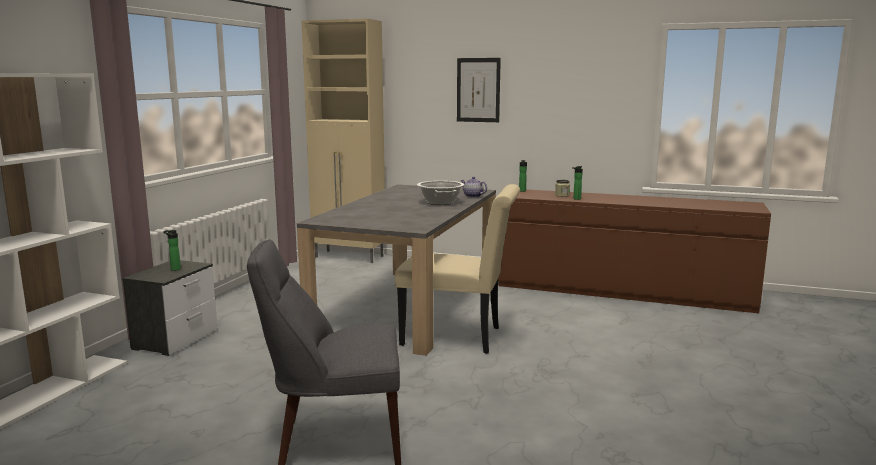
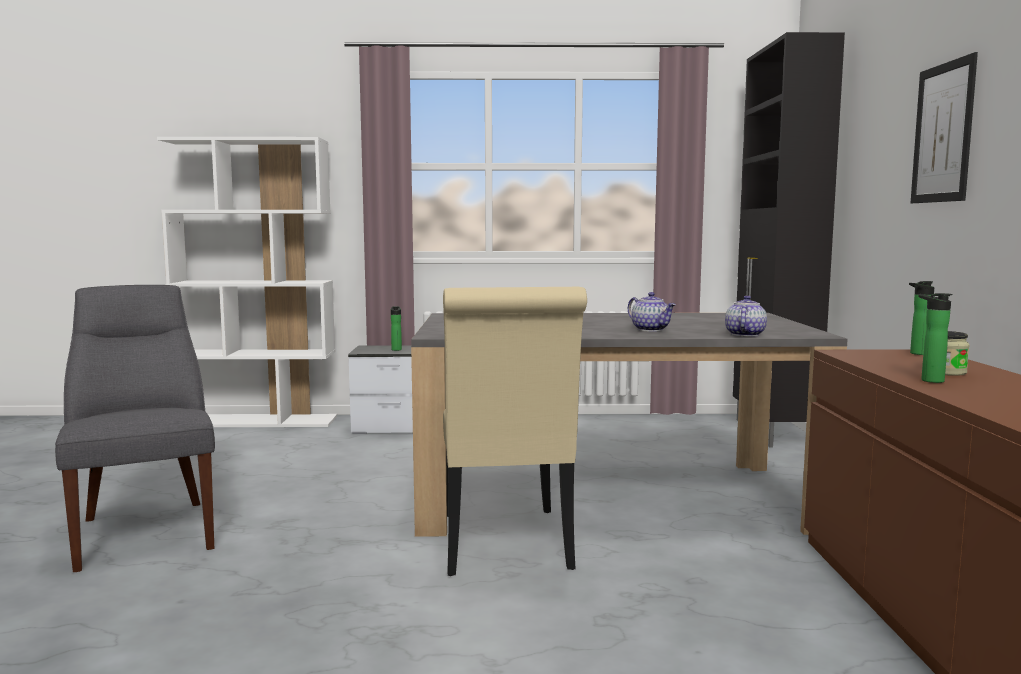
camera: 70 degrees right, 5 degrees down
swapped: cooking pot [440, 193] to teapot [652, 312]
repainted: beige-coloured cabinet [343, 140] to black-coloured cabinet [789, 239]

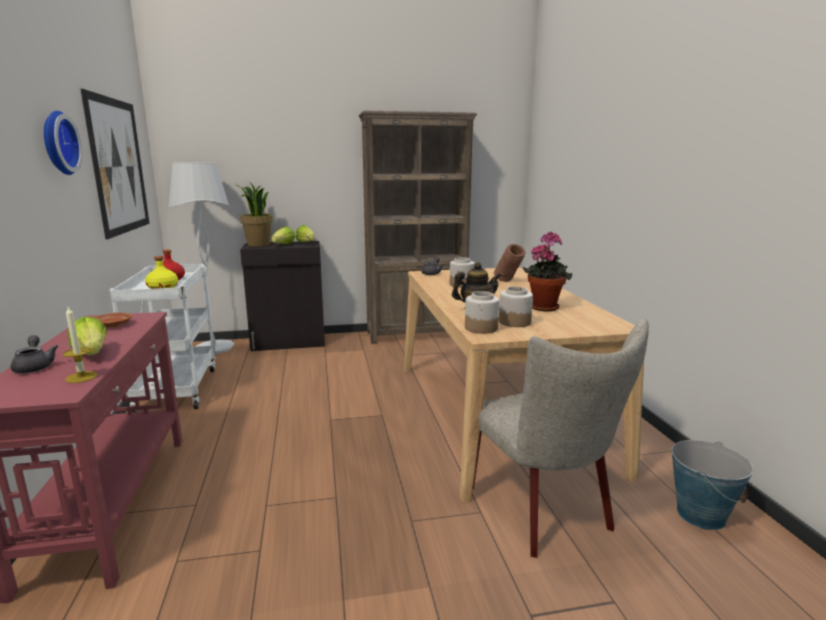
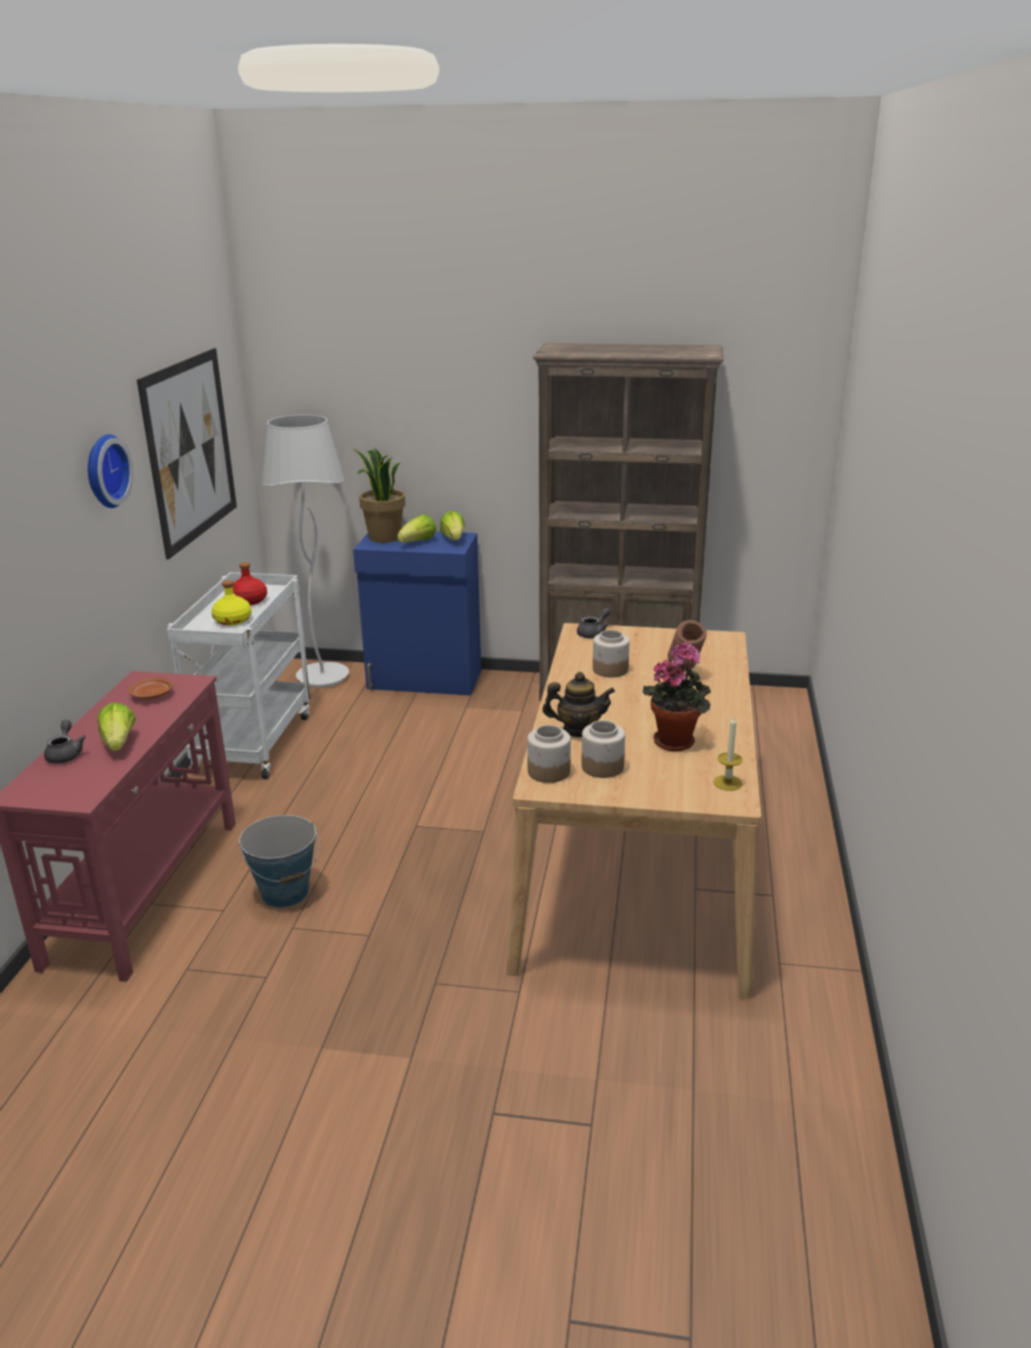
camera: 20 degrees right, 10 degrees up
gone: beige-coloured plain chair [561, 438]
shifted: candle [80, 345] to [728, 754]; pail [713, 485] to [279, 861]
repainted: black-coloured cabinet [282, 296] to blue cabinet [417, 613]

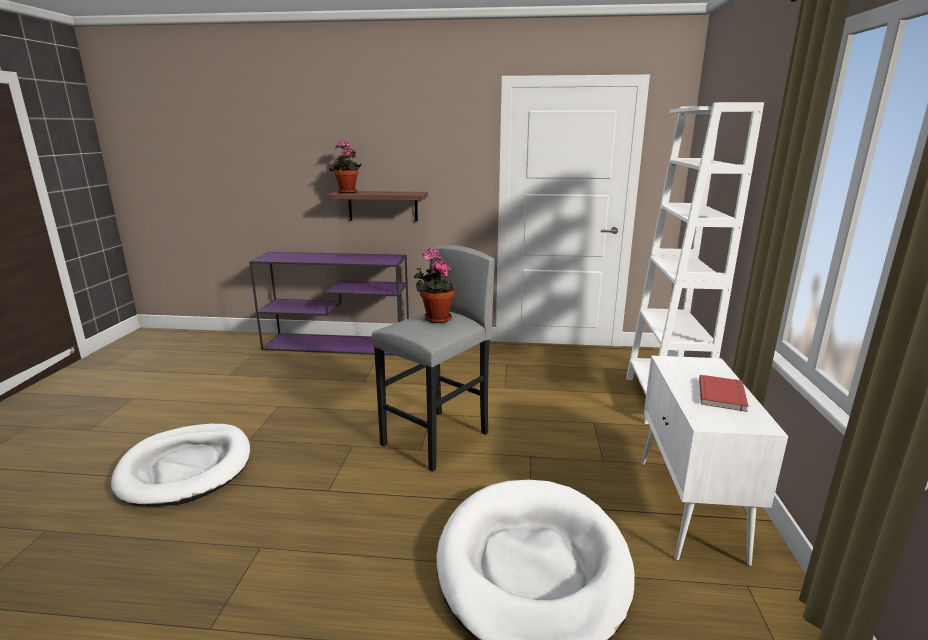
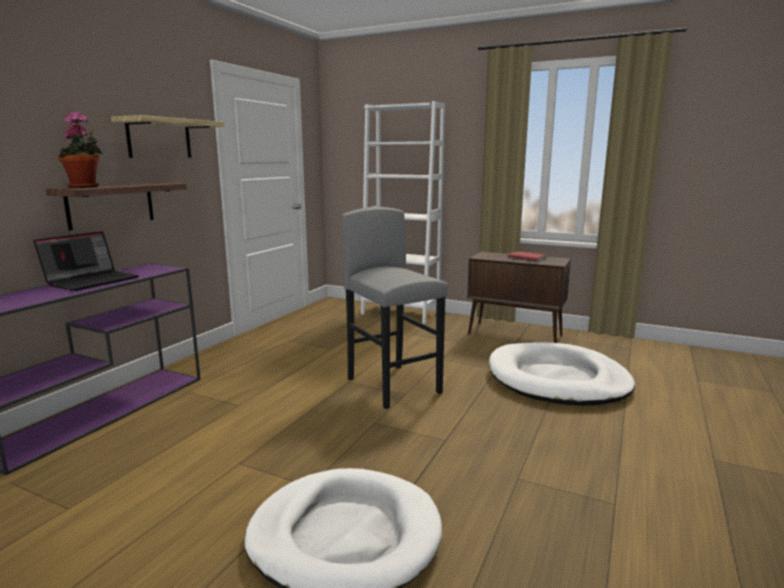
camera: 70 degrees left, 5 degrees down
gone: plant in a pot [434, 285]
new: notebook computer [86, 261]; bracket shelf [168, 136]
repainted: white-coloured cabinet [714, 460] to brownish cabinet [519, 297]

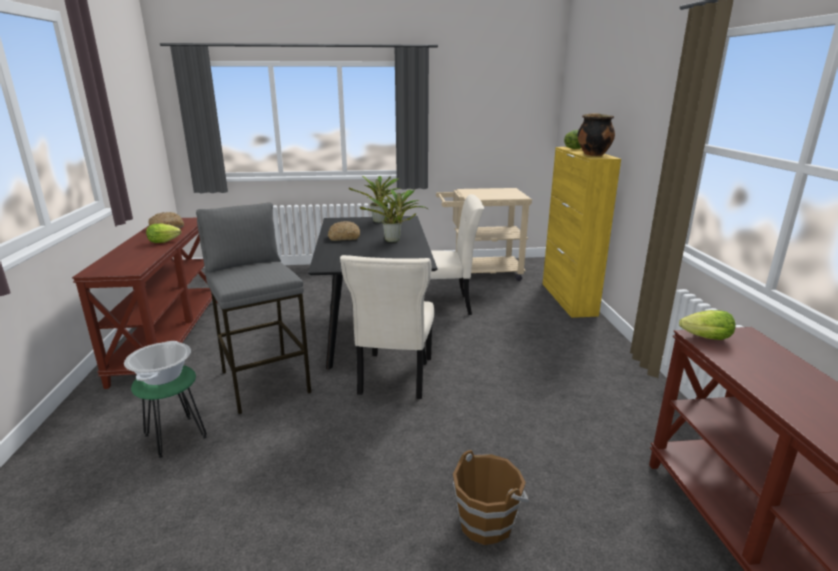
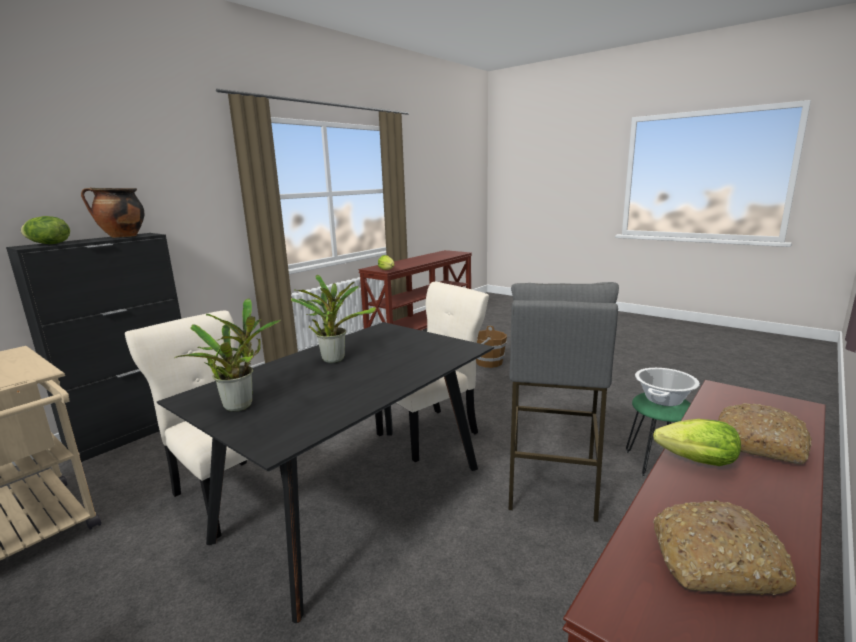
camera: 135 degrees left, 5 degrees down
shifted: bakery bread [344, 231] to [765, 433]
repainted: yellow-coloured cabinet [582, 232] to black-coloured cabinet [93, 347]

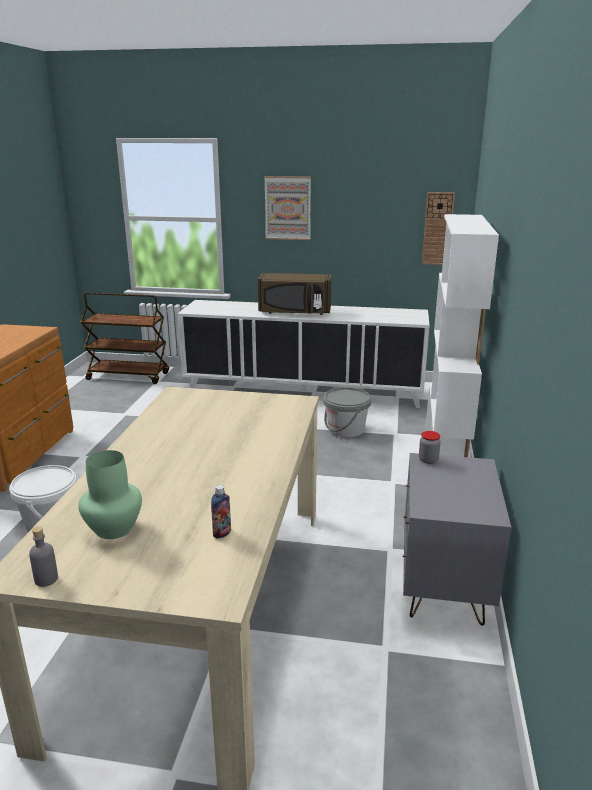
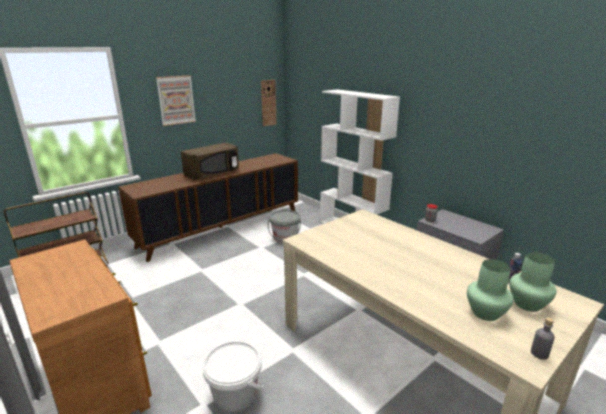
camera: 50 degrees left, 0 degrees up
new: greenish decorative vase [533, 282]
repainted: white-coloured cabinet [304, 354] to brownish cabinet [208, 207]

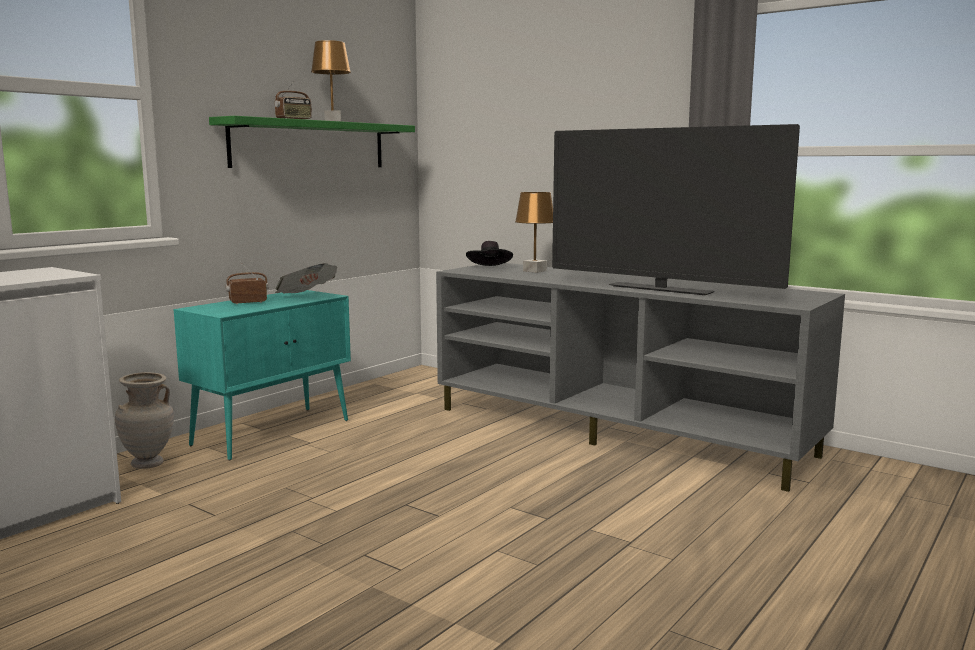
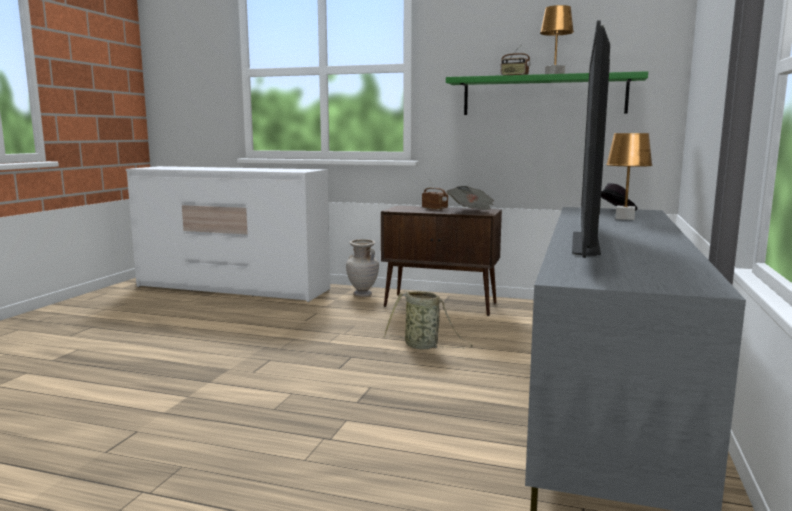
camera: 70 degrees right, 0 degrees up
new: basket [428, 320]
repainted: turquoise cabinet [262, 375] to brownish cabinet [441, 261]

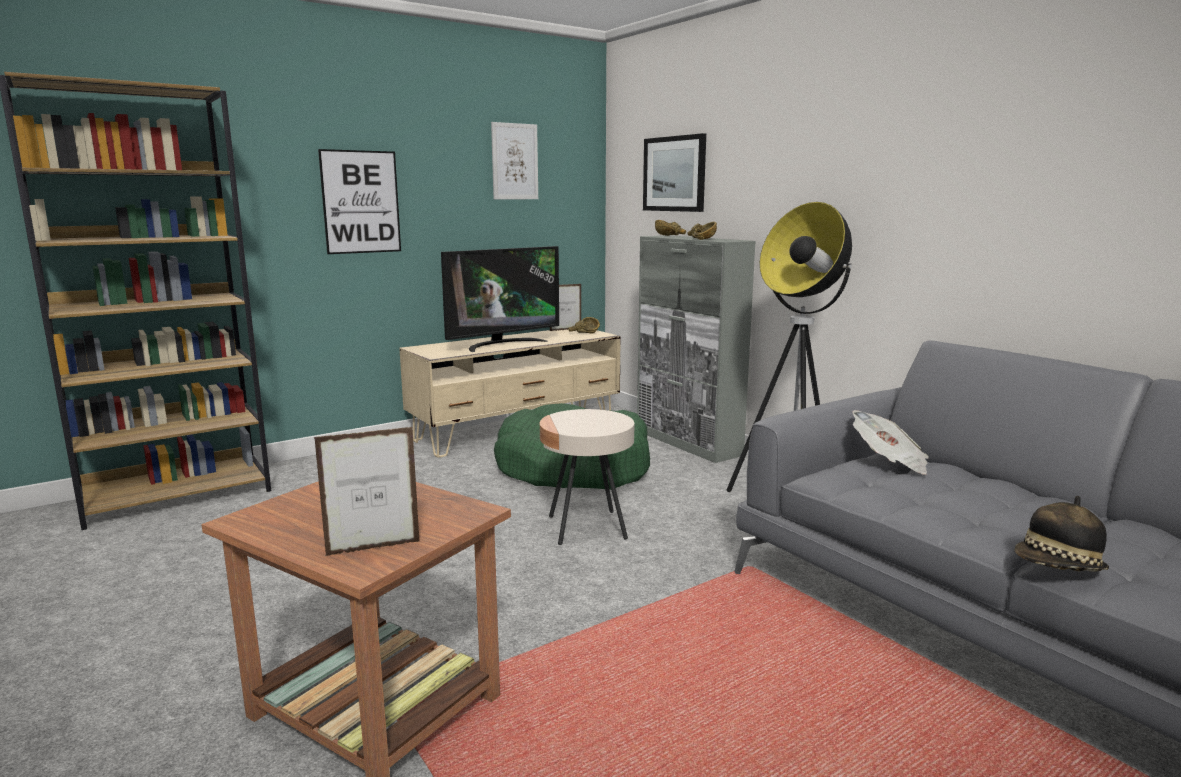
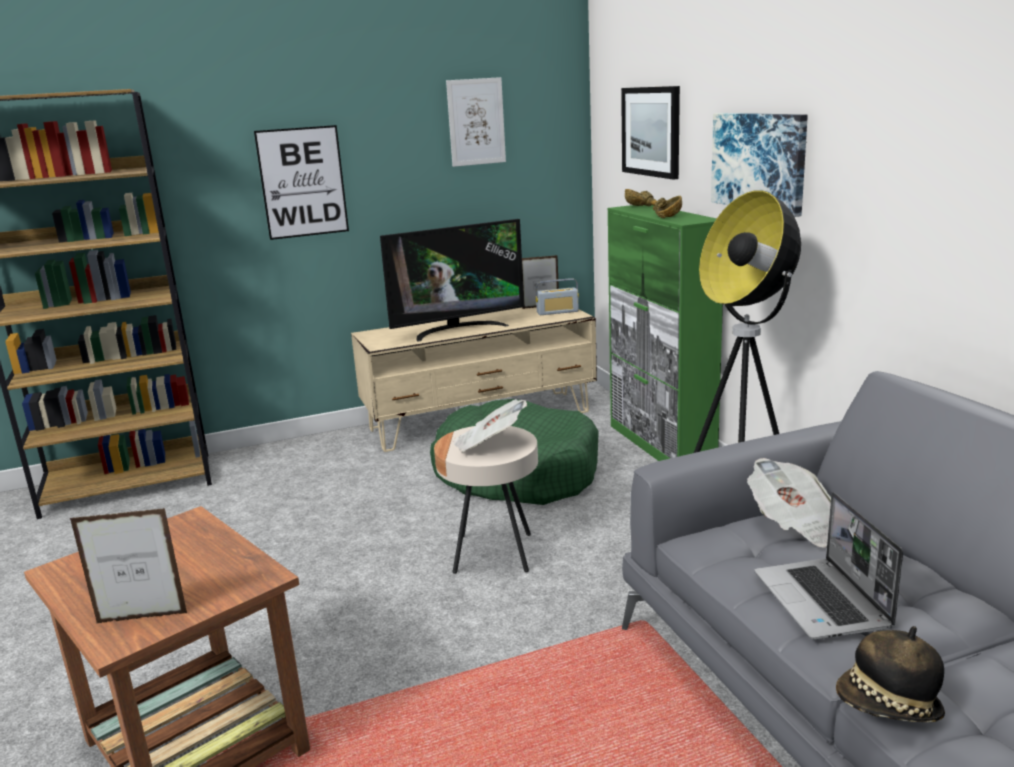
camera: 15 degrees right, 5 degrees up
new: newspaper [490, 426]; wall picture [759, 165]; notebook computer [828, 565]
swapped: brownish deep dish [584, 325] to radio [557, 296]
repainted: gray cabinet [696, 349] to greenish cabinet [665, 333]

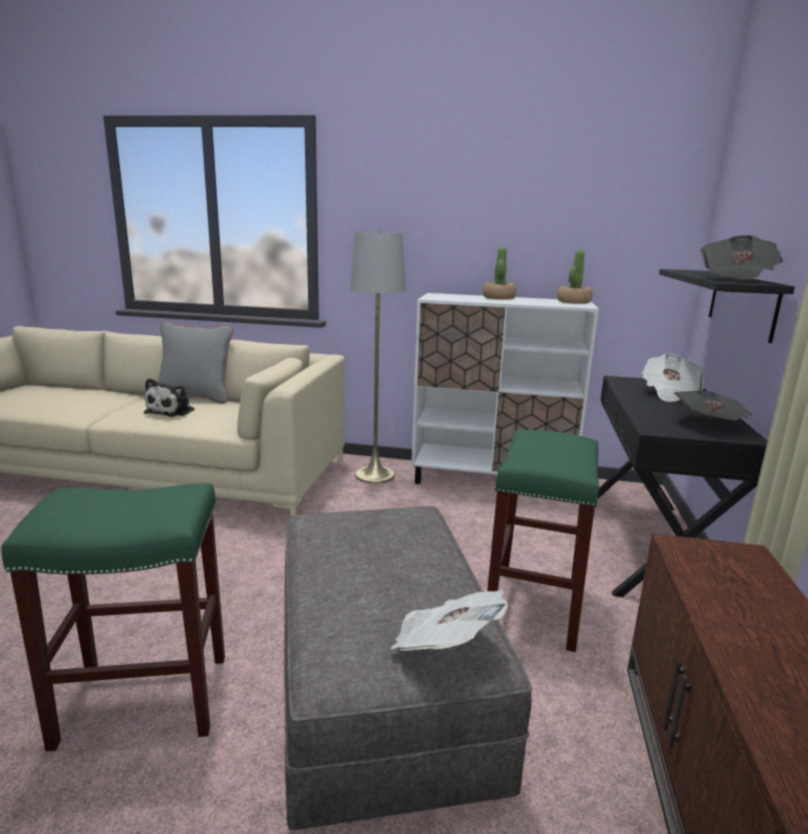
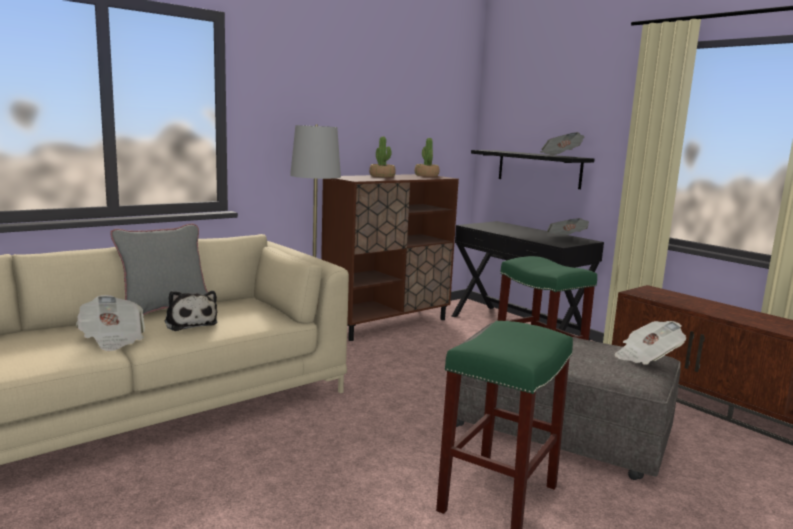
camera: 50 degrees left, 5 degrees down
shifted: newspaper [673, 378] to [110, 323]
repainted: white-coloured cabinet [505, 388] to brownish cabinet [390, 257]

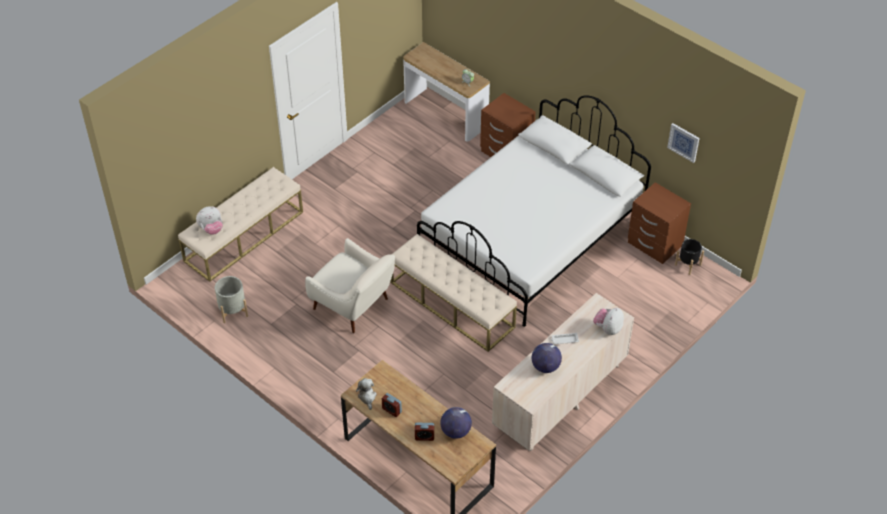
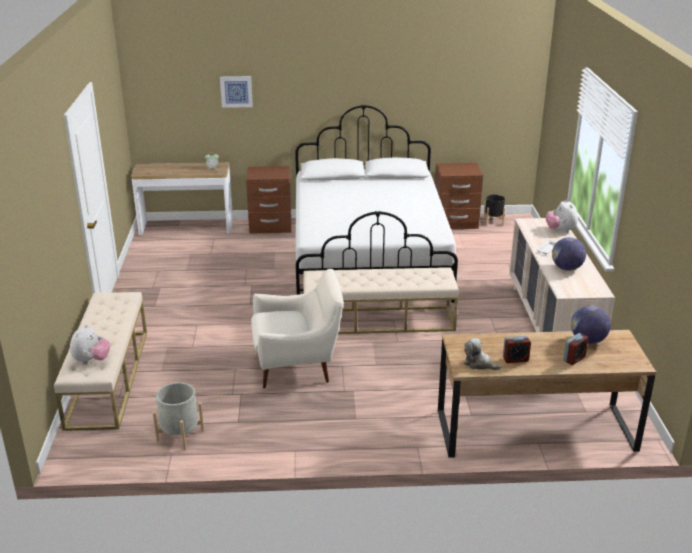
camera: 45 degrees left, 20 degrees down
shifted: wall picture [683, 143] to [236, 92]

